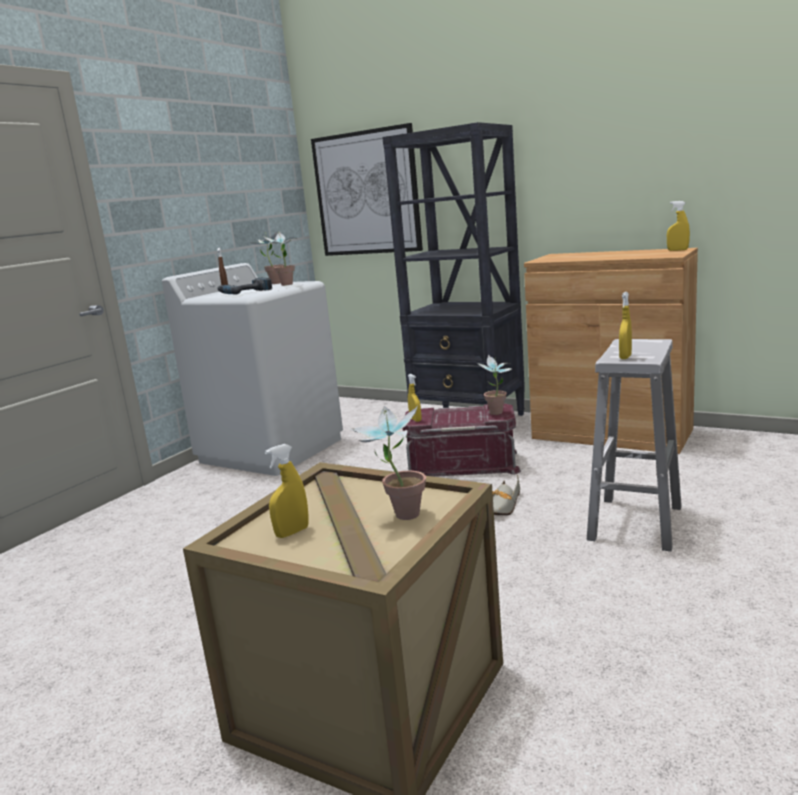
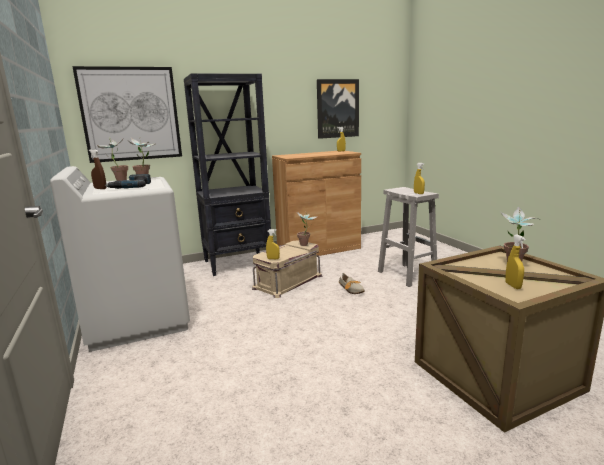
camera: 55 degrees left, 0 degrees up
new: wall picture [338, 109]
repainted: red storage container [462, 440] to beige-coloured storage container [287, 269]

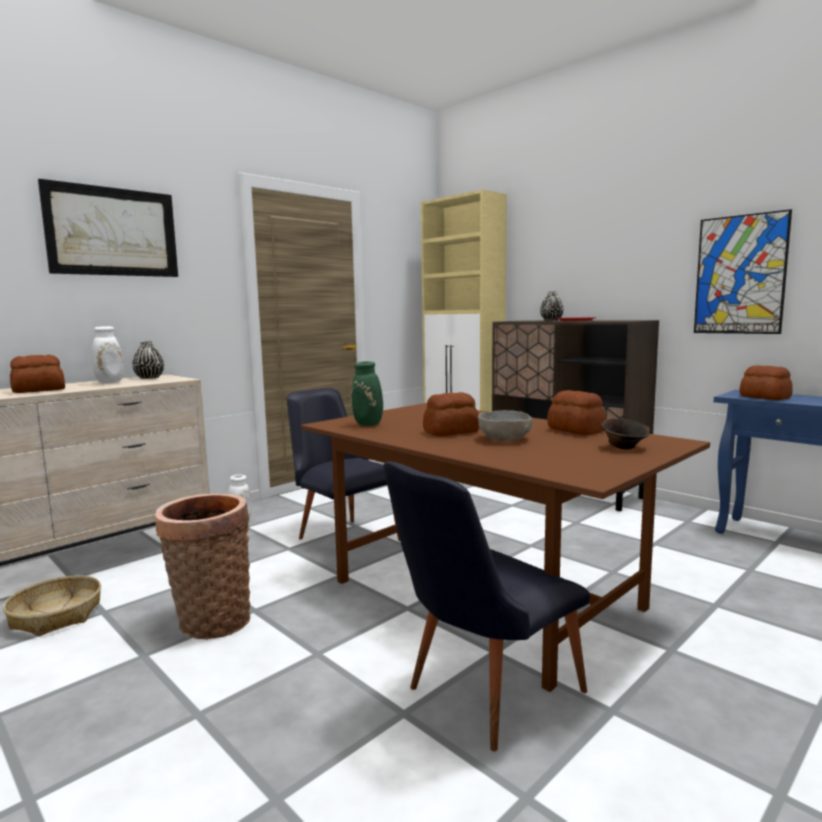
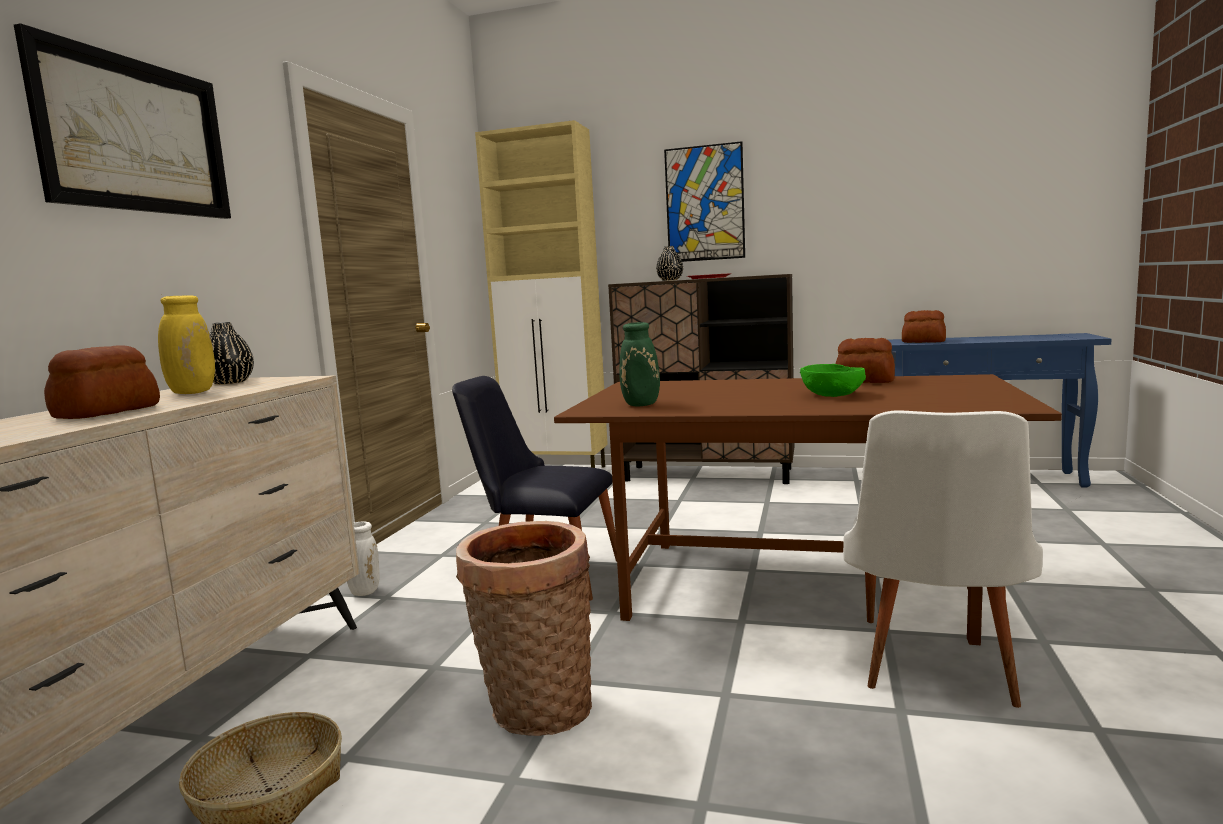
camera: 30 degrees left, 0 degrees up
gone: bakery bread [451, 414]; brownish deep dish [625, 434]
shifted: wall picture [743, 271] to [704, 201]
repainted: white-coloured decorative vase [108, 355] to yellow-coloured decorative vase [186, 344]; black-coloured plain chair [486, 606] to white-coloured plain chair [943, 559]; gray deep dish [505, 425] to greenish deep dish [833, 380]

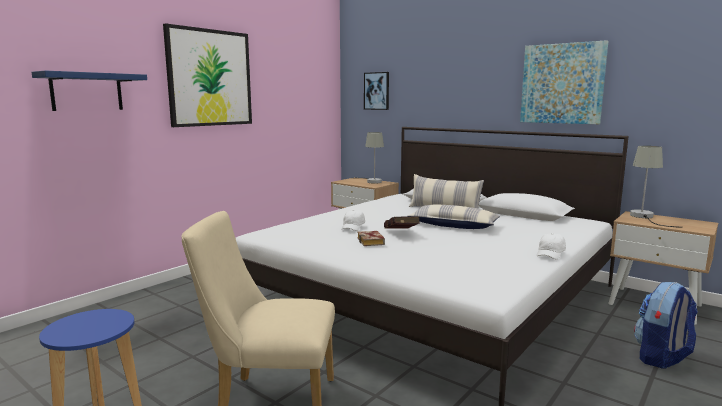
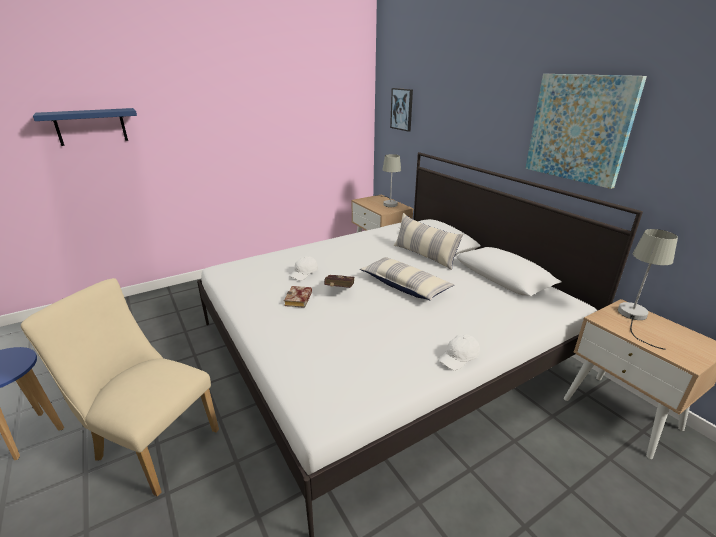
camera: 20 degrees right, 15 degrees up
gone: wall picture [207, 75]; rucksack [666, 325]

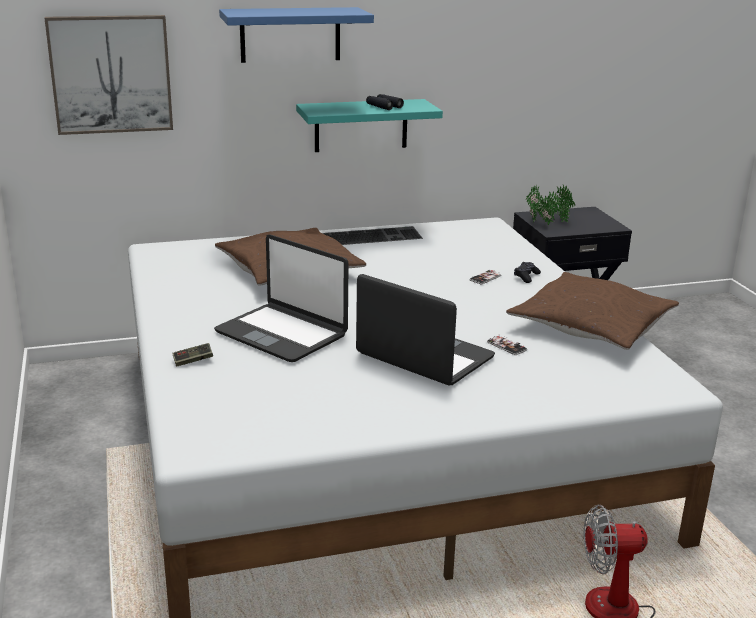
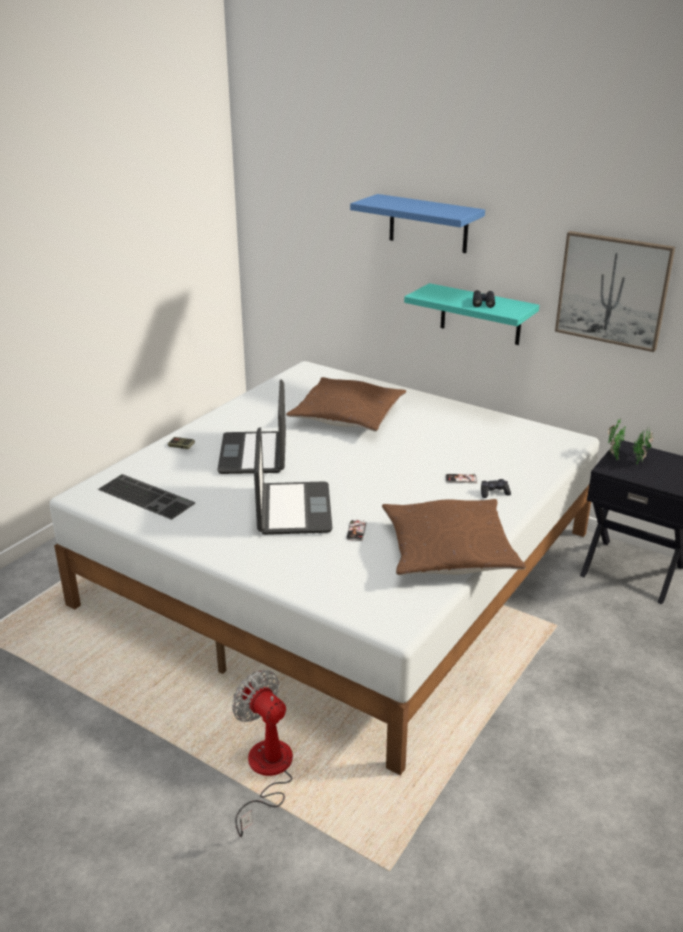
camera: 50 degrees right, 5 degrees up
shifted: wall picture [109, 75] to [615, 291]; keyboard [373, 235] to [146, 497]

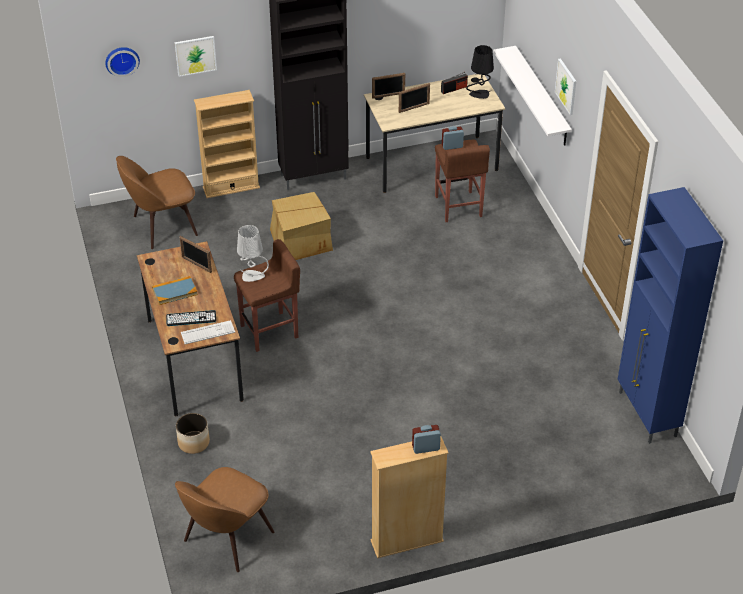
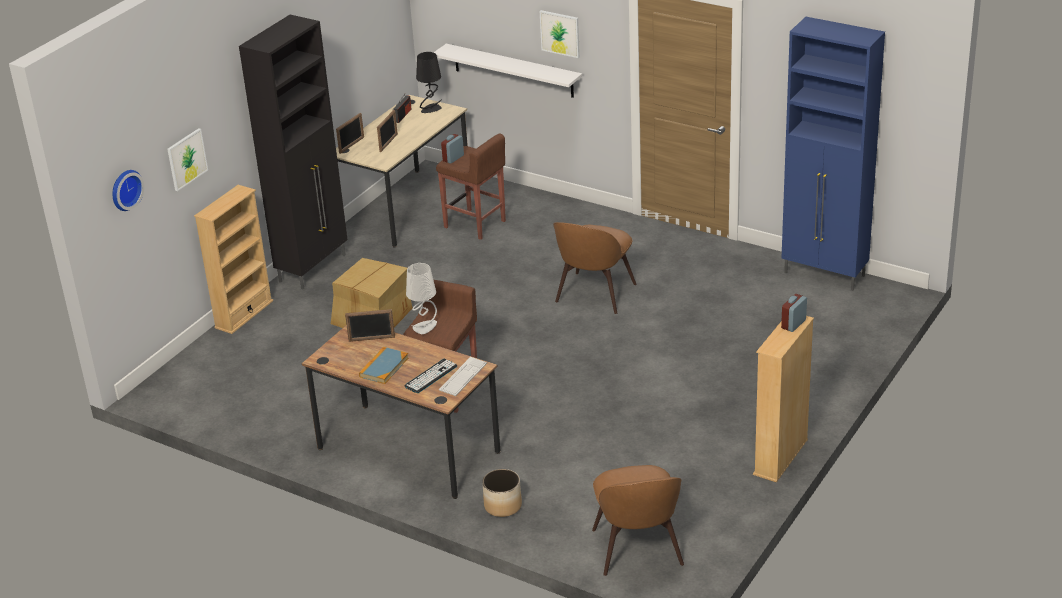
camera: 40 degrees left, 10 degrees down
shifted: brownish plain chair [157, 202] to [595, 268]

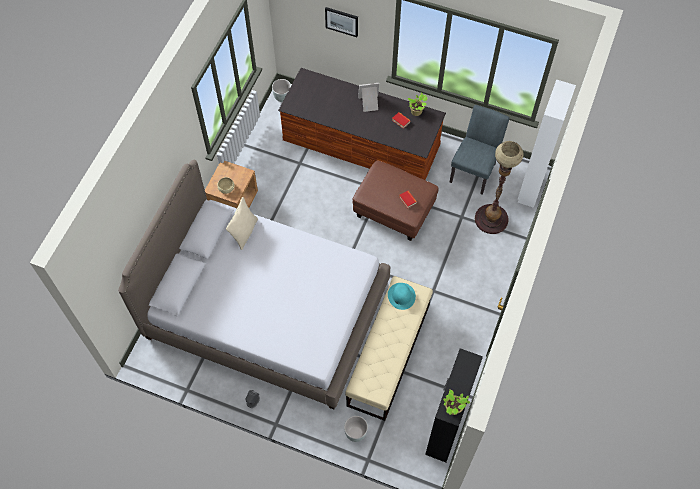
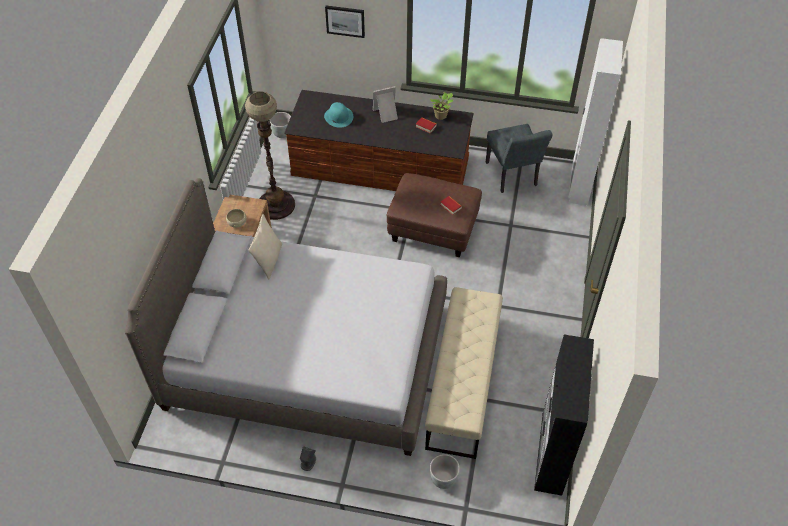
camera: 10 degrees left, 10 degrees down
gone: plant in a pot [456, 402]
shifted: turquoise hat [402, 296] to [338, 115]; floor lamp [499, 187] to [270, 155]
rotated: gray plain chair [480, 150] = [519, 158] 150 degrees clockwise

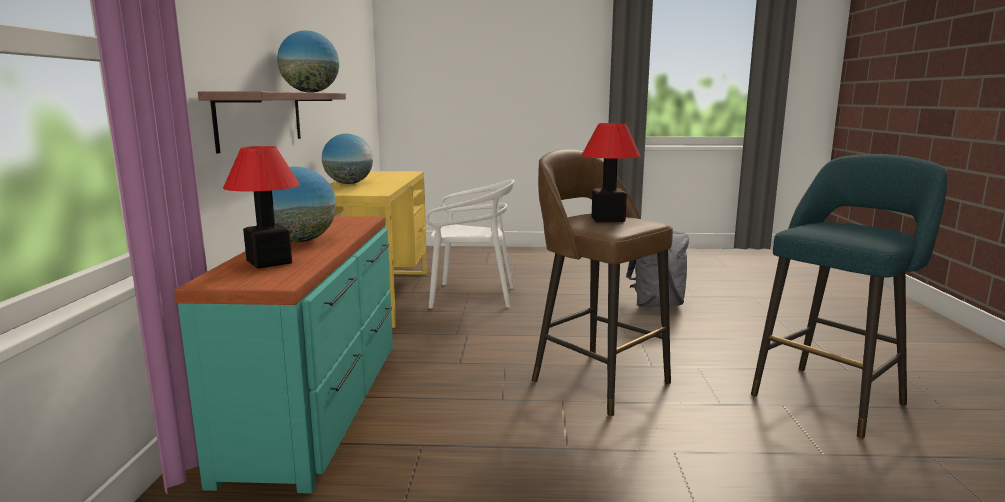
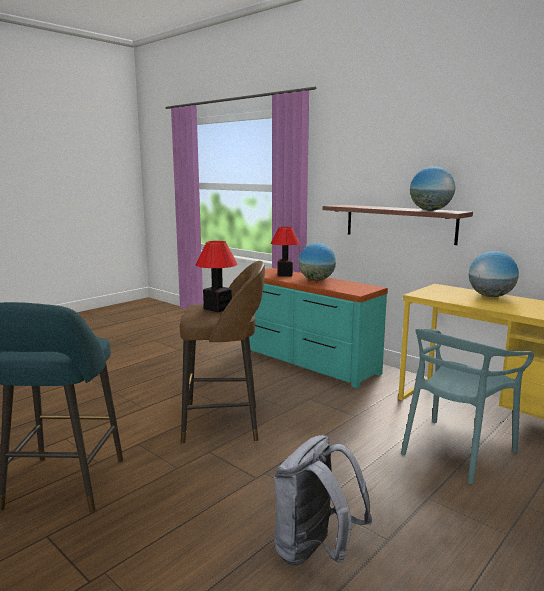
camera: 130 degrees right, 0 degrees up
repainted: white-coloured plain chair [470, 244] to turquoise plain chair [467, 406]

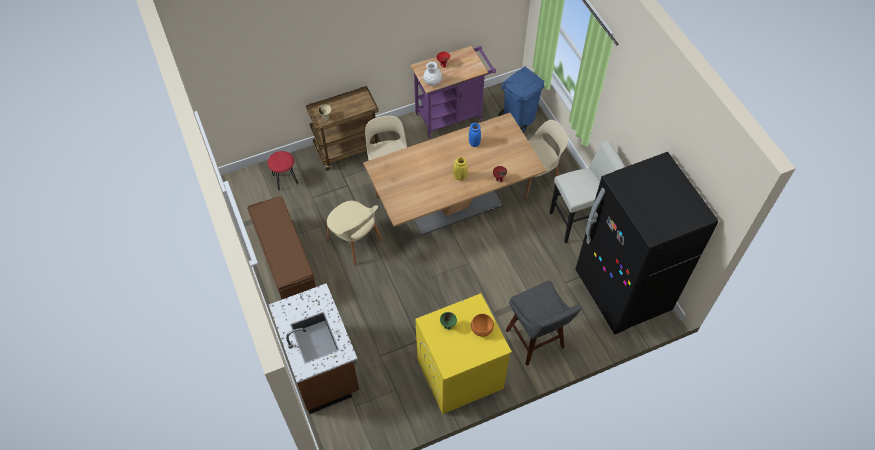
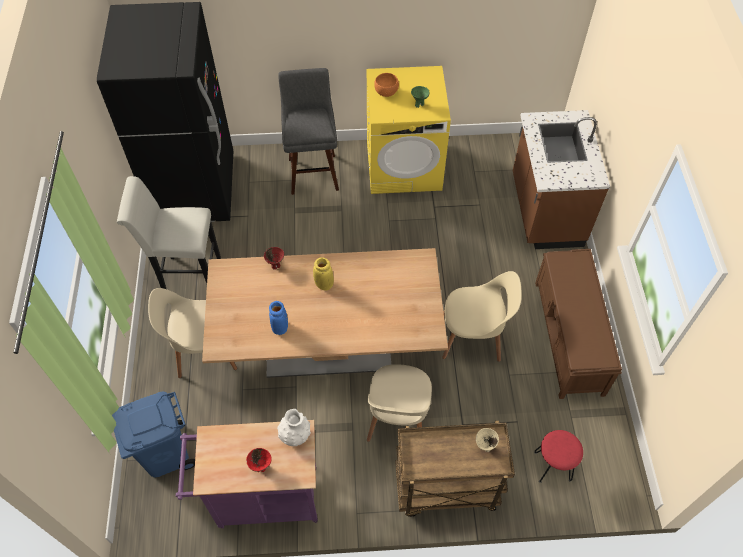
camera: 160 degrees left, 0 degrees up
rotated: beige-coloured plain chair [354, 233] = [482, 316] 120 degrees clockwise

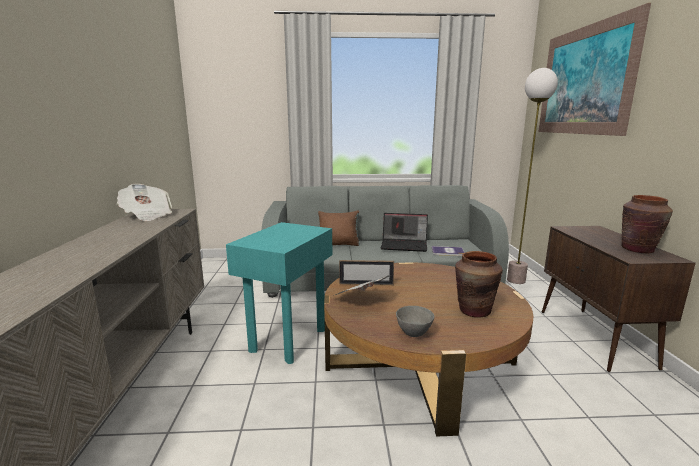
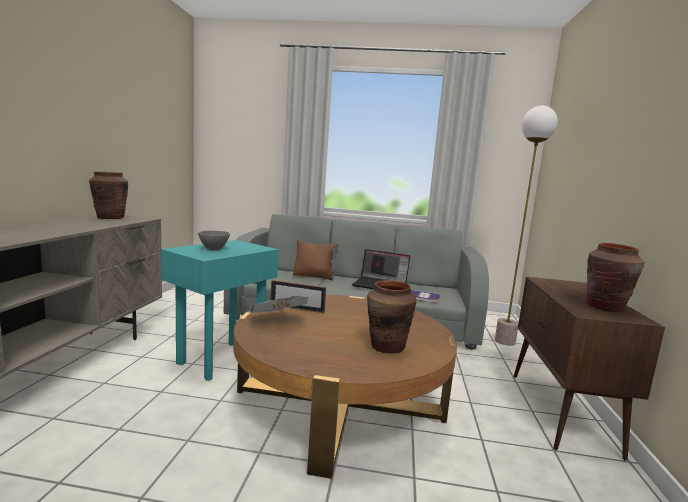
camera: 10 degrees right, 5 degrees down
gone: wall picture [594, 69]
shifted: gray deep dish [415, 321] to [214, 241]
swapped: newspaper [144, 202] to brownish decorative vase [108, 195]

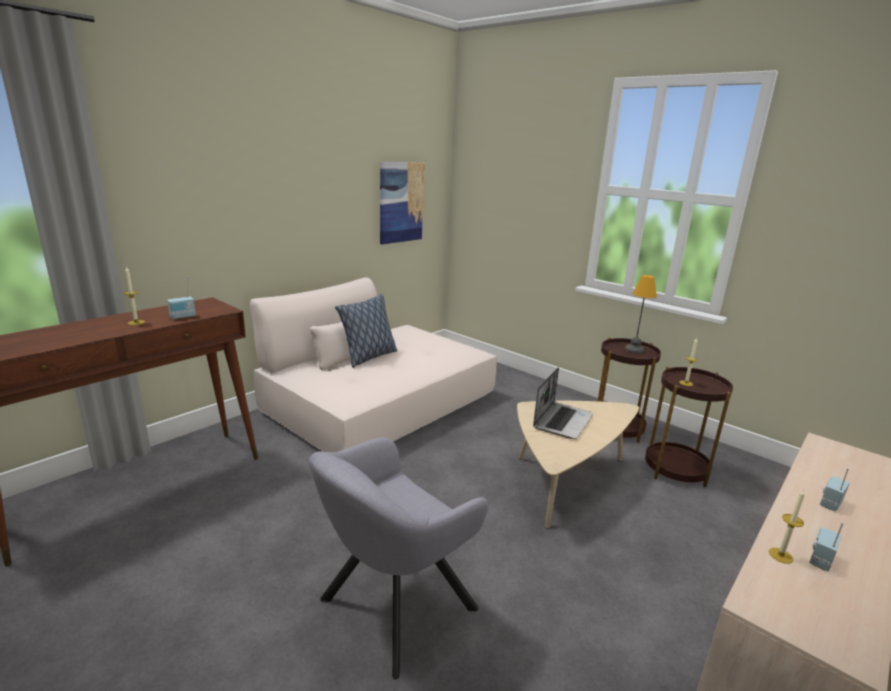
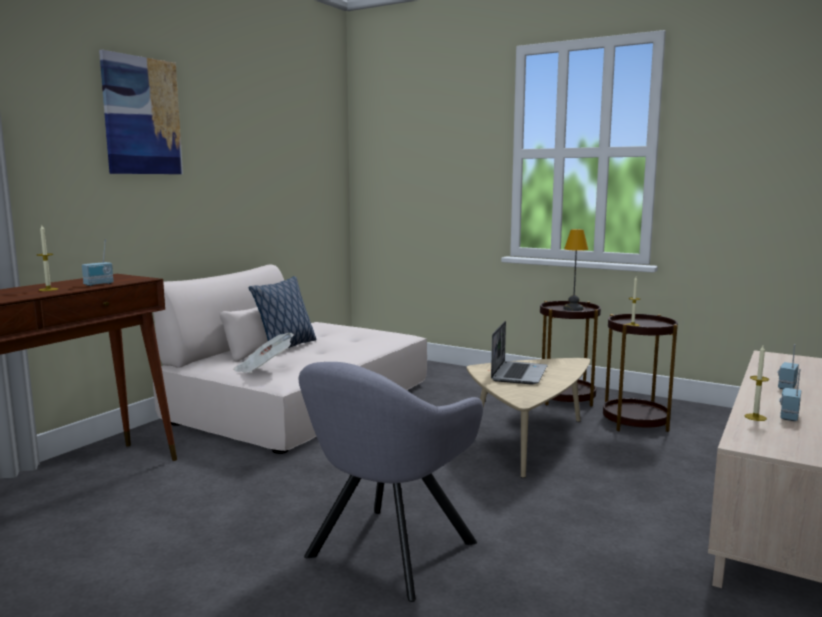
camera: 10 degrees left, 10 degrees down
new: newspaper [263, 353]
shifted: wall picture [402, 203] to [141, 112]

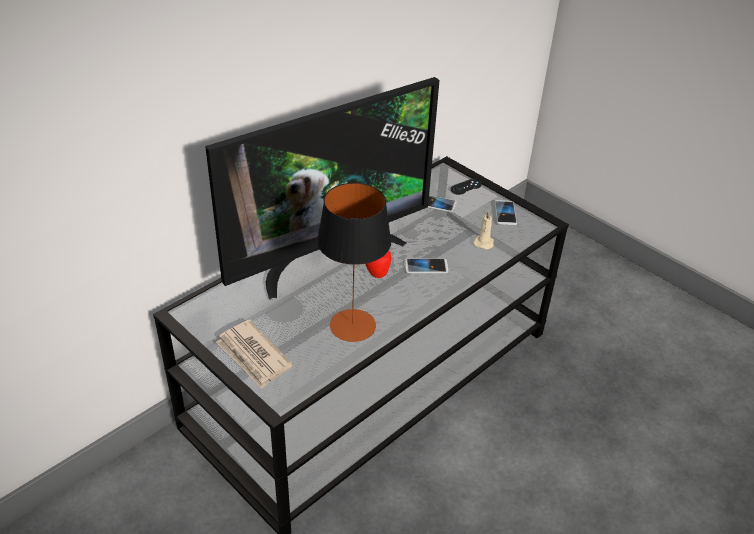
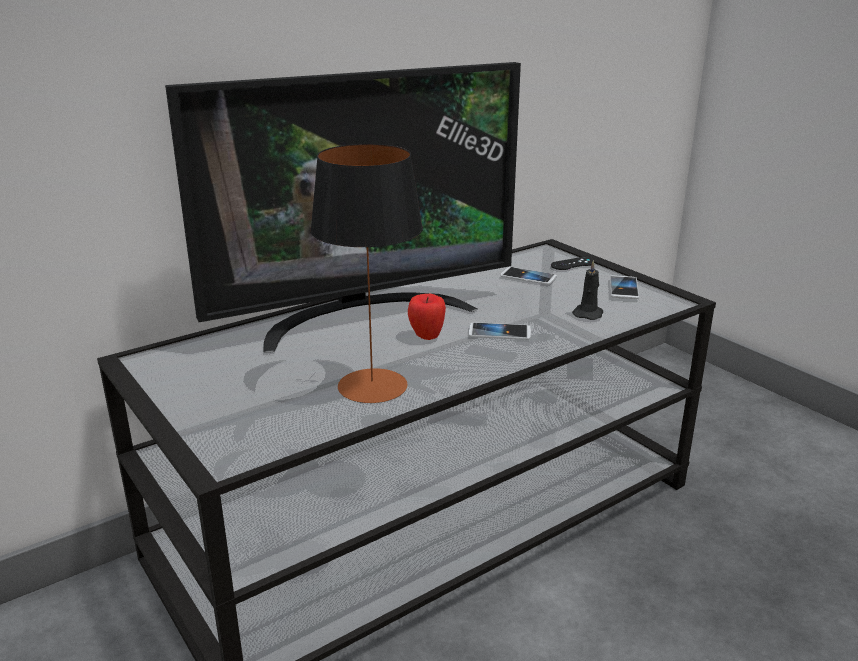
camera: 10 degrees right, 15 degrees down
gone: newspaper [254, 354]
repainted: beige-coloured candle [483, 229] to black-coloured candle [587, 290]

